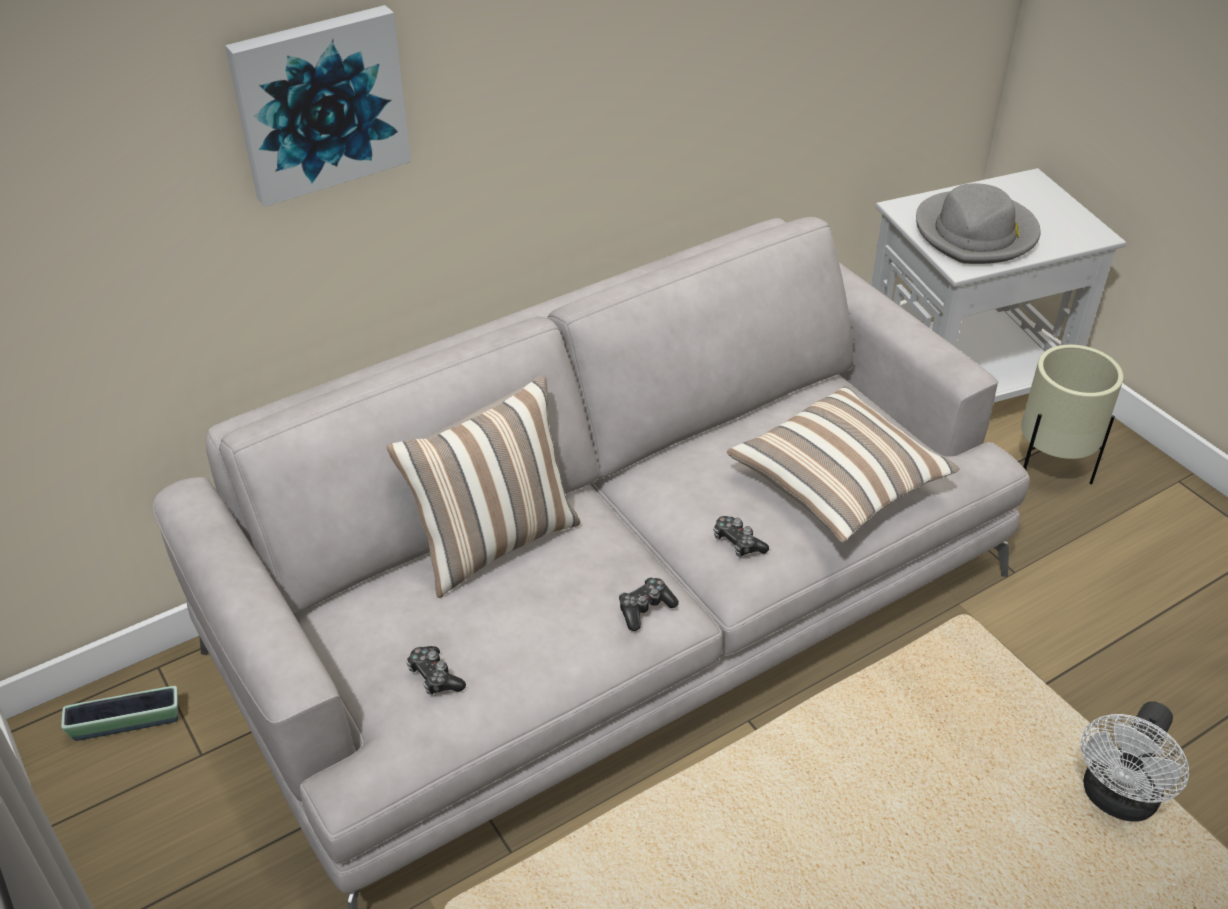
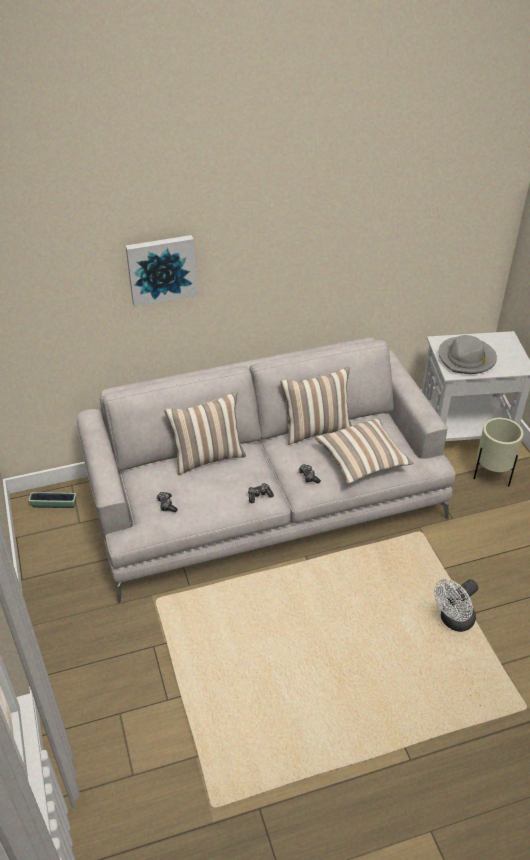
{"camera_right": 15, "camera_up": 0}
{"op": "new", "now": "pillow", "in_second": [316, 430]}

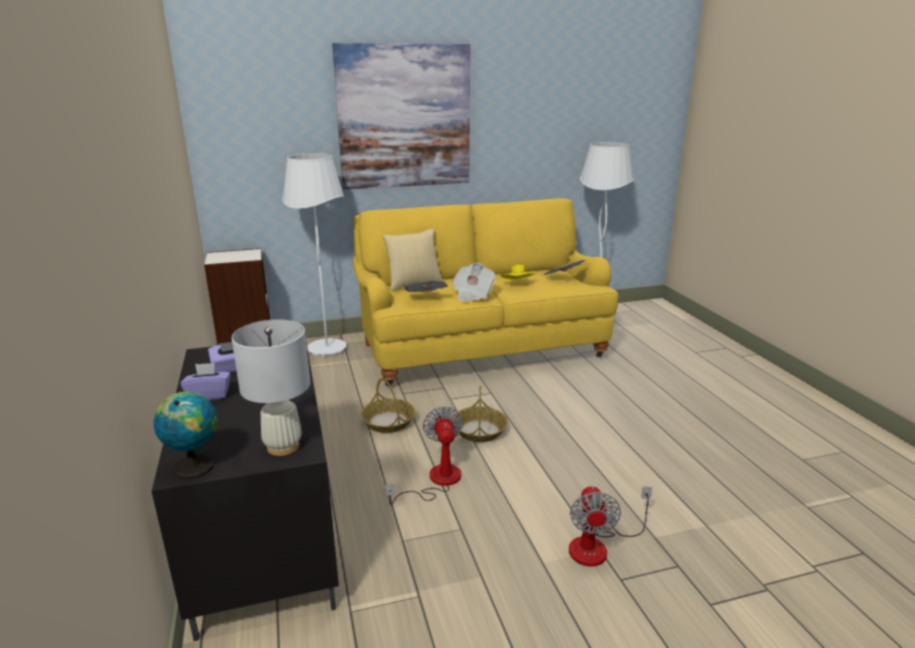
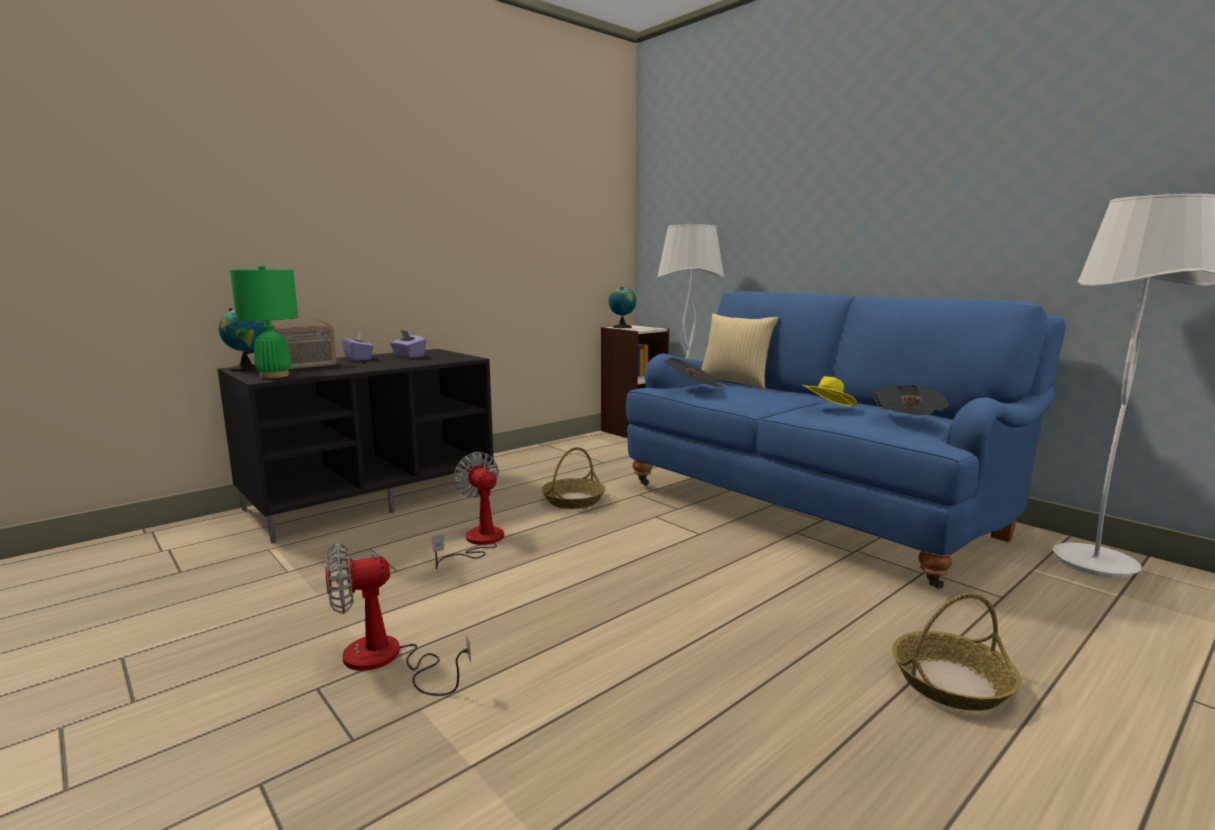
{"camera_right": 65, "camera_up": -10}
{"op": "repainted", "was": "whitish lamp for a table", "now": "greenish lamp for a table", "in_first": [283, 446], "in_second": [274, 376]}
{"op": "new", "now": "radio", "in_second": [306, 367]}
{"op": "rotated", "was": "electric fan", "in_first": [436, 481], "in_second": [477, 542], "clockwise": -90}
{"op": "new", "now": "globe", "in_second": [622, 327]}
{"op": "repainted", "was": "yellow-coloured settee", "now": "blue-coloured settee", "in_first": [479, 347], "in_second": [811, 506]}
{"op": "shifted", "was": "household basket", "in_first": [479, 430], "in_second": [951, 682]}
{"op": "gone", "was": "wall picture", "in_first": [404, 117]}
{"op": "gone", "was": "daily paper", "in_first": [472, 294]}

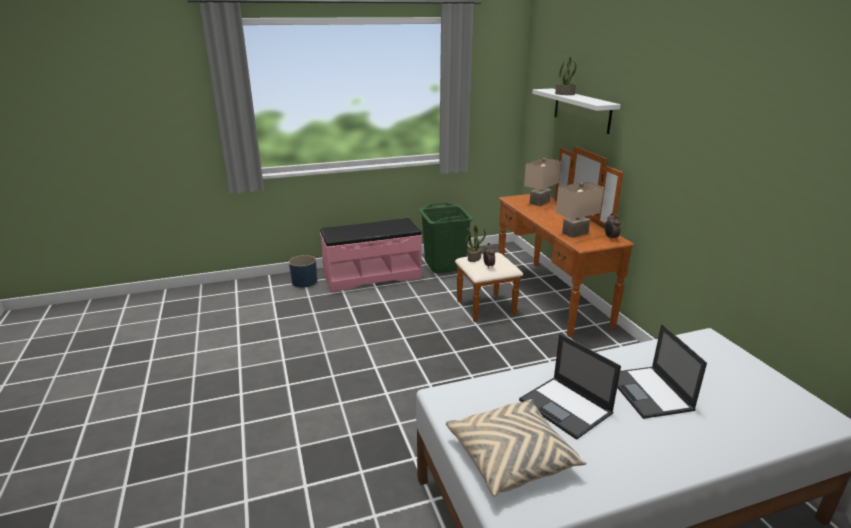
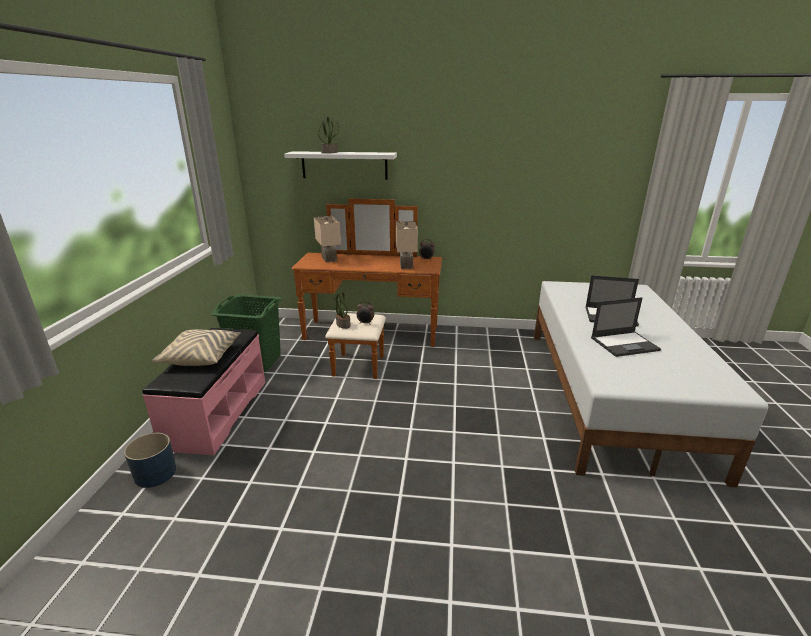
{"camera_right": -65, "camera_up": 0}
{"op": "shifted", "was": "sand-coloured pillow", "in_first": [511, 457], "in_second": [201, 356]}

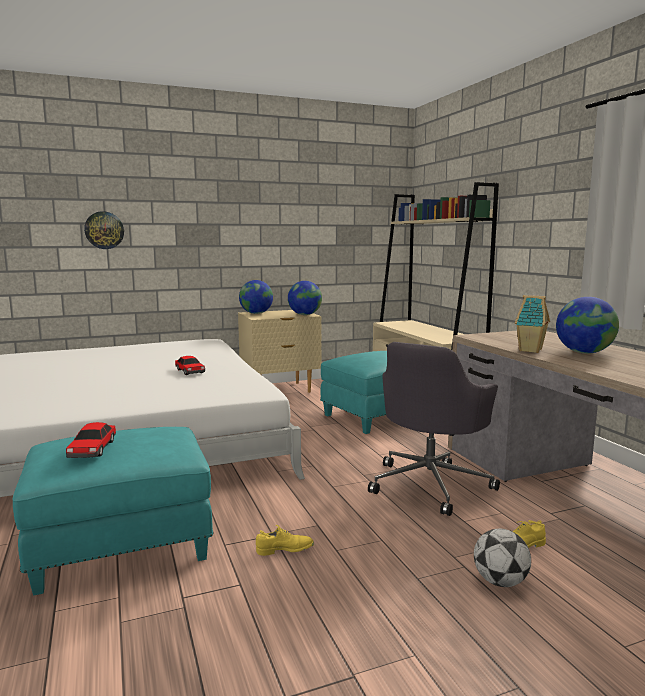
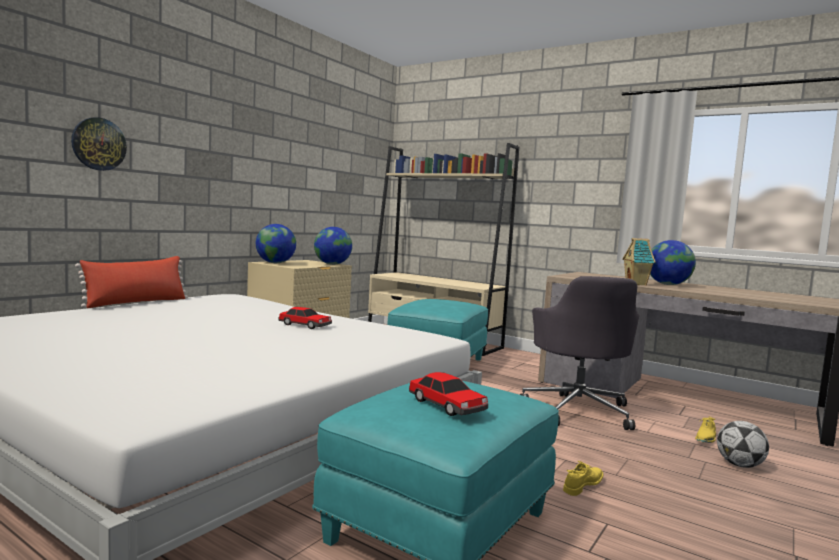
{"camera_right": -35, "camera_up": -5}
{"op": "new", "now": "red pillow", "in_second": [136, 303]}

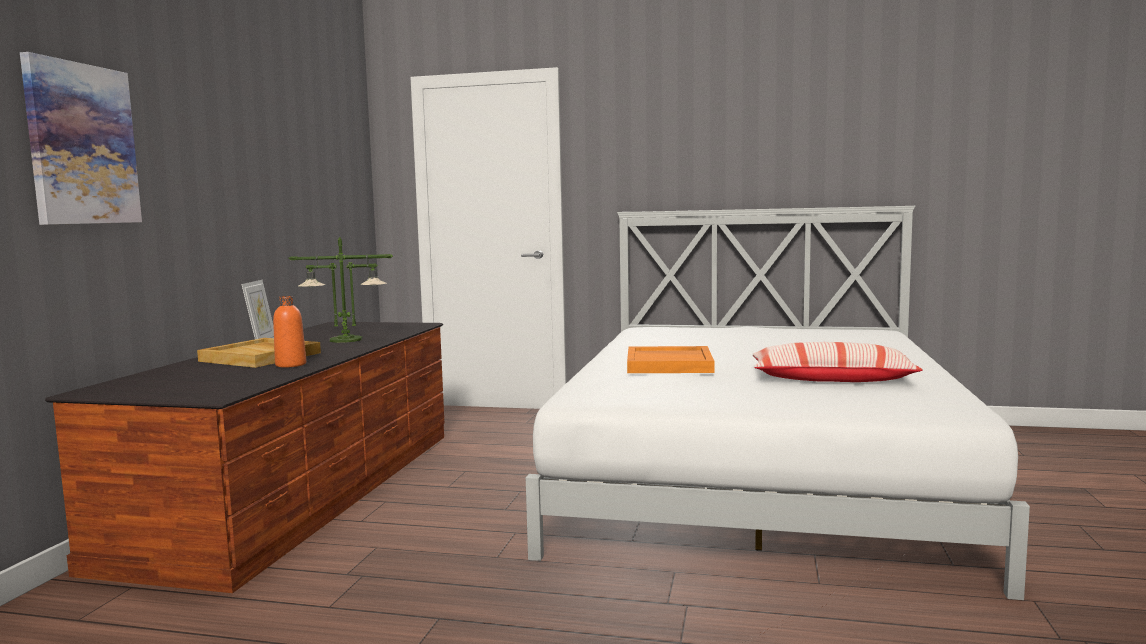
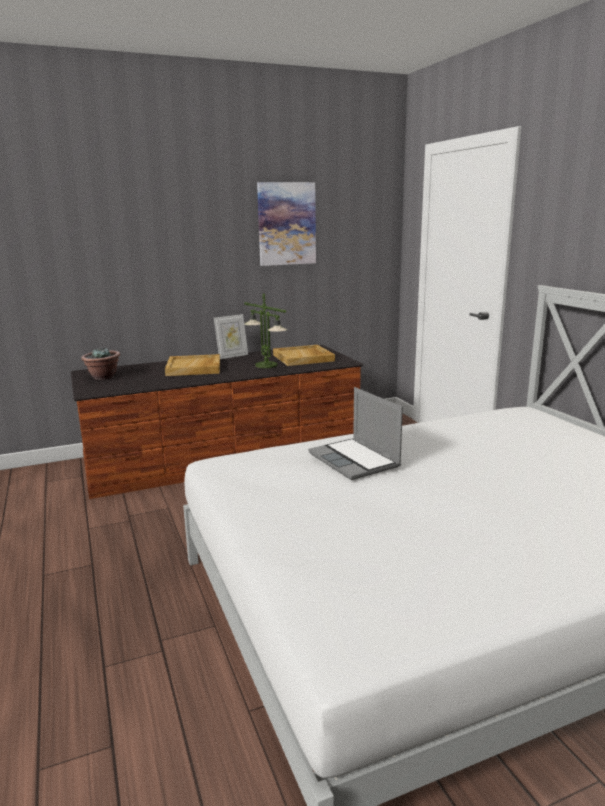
{"camera_right": 55, "camera_up": 10}
{"op": "new", "now": "plant in a pot", "in_second": [103, 377]}
{"op": "shifted", "was": "wall picture", "in_first": [82, 144], "in_second": [286, 224]}
{"op": "new", "now": "sand-coloured serving tray", "in_second": [303, 358]}
{"op": "swapped", "was": "orange-coloured serving tray", "now": "portable computer", "in_first": [670, 364], "in_second": [355, 460]}
{"op": "gone", "was": "orange-coloured drink bottle", "in_first": [291, 365]}
{"op": "gone", "was": "pillow", "in_first": [831, 379]}

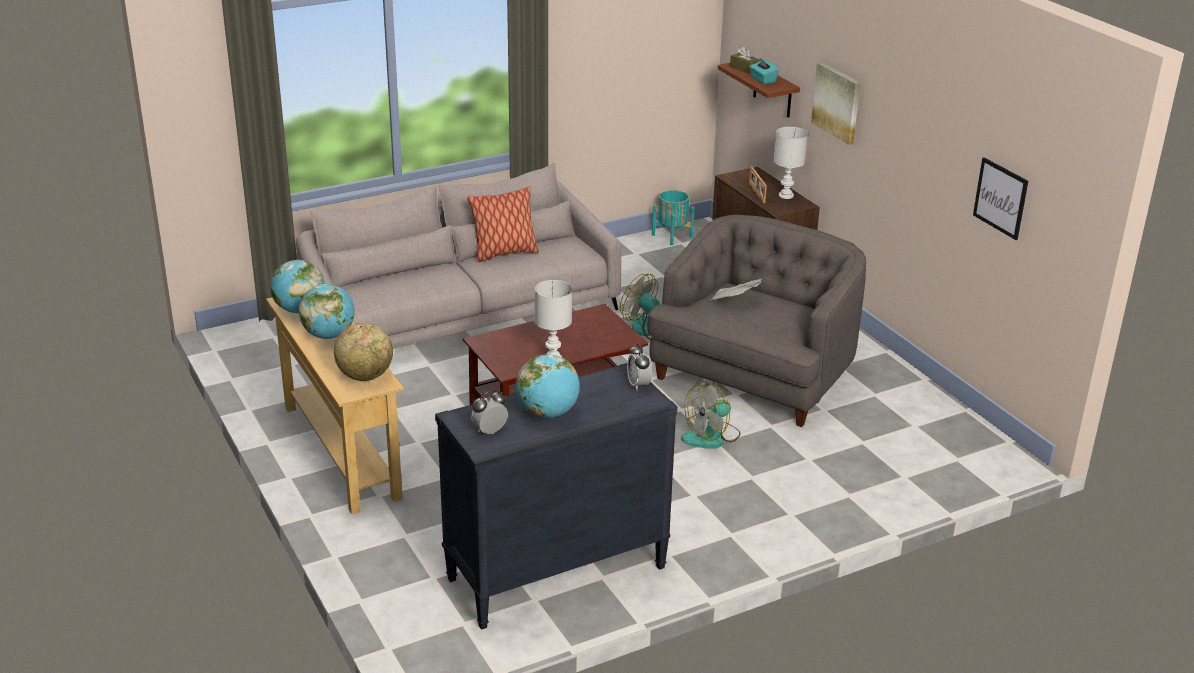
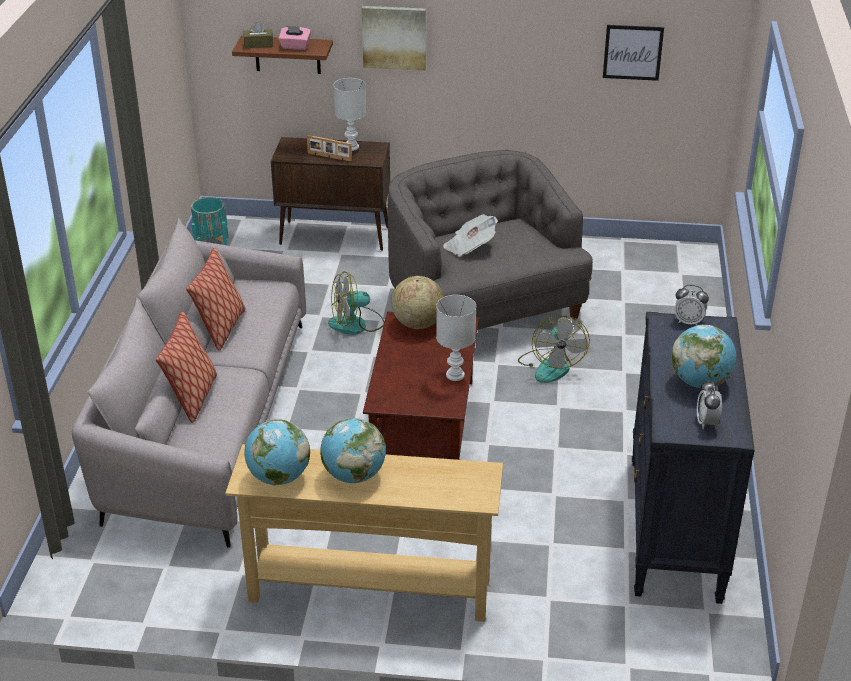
{"camera_right": -55, "camera_up": 5}
{"op": "new", "now": "pillow", "in_second": [193, 398]}
{"op": "repainted", "was": "turquoise-coloured box of tissues", "now": "pinkish box of tissues", "in_first": [762, 80], "in_second": [295, 47]}
{"op": "shifted", "was": "globe", "in_first": [365, 376], "in_second": [418, 324]}

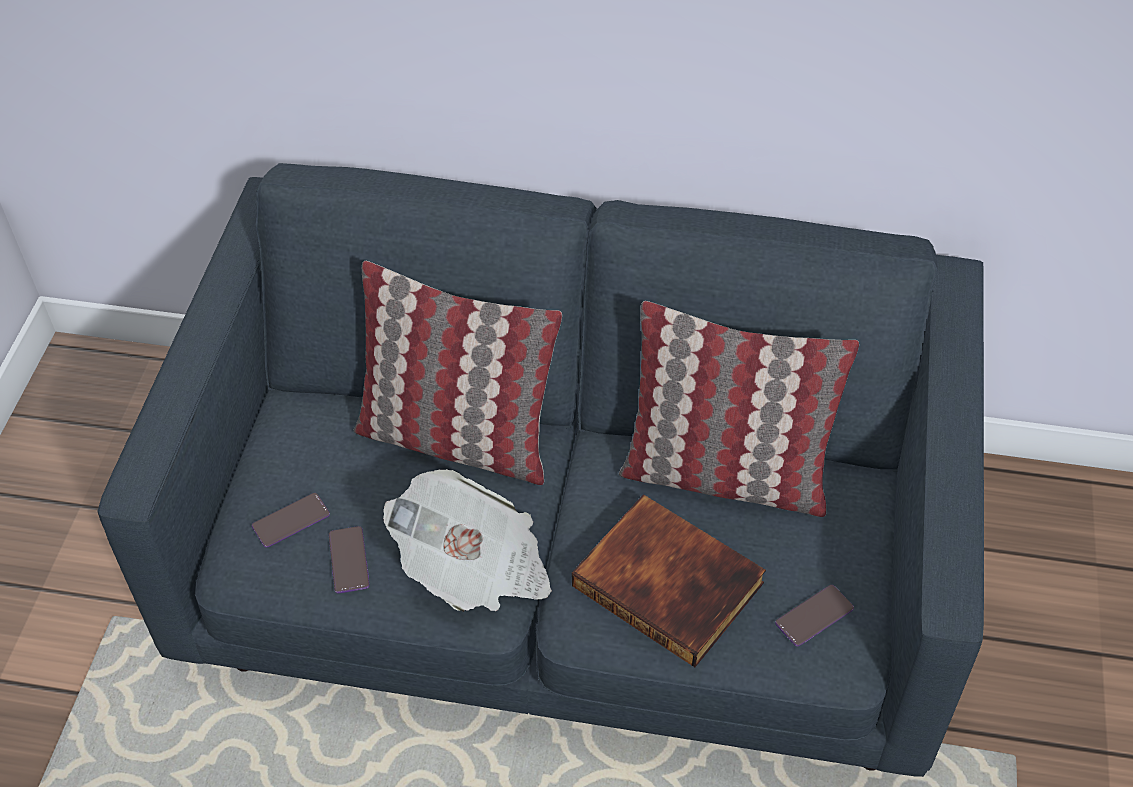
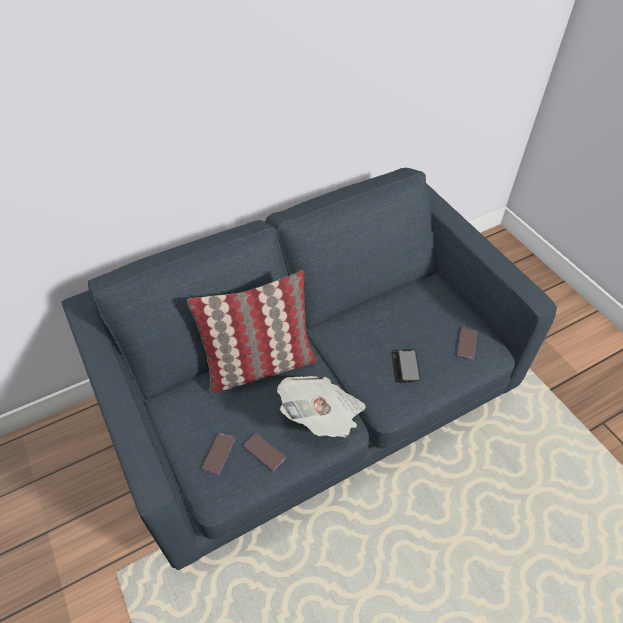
{"camera_right": -40, "camera_up": 0}
{"op": "swapped", "was": "book", "now": "phone", "in_first": [671, 582], "in_second": [405, 367]}
{"op": "gone", "was": "pillow", "in_first": [725, 474]}

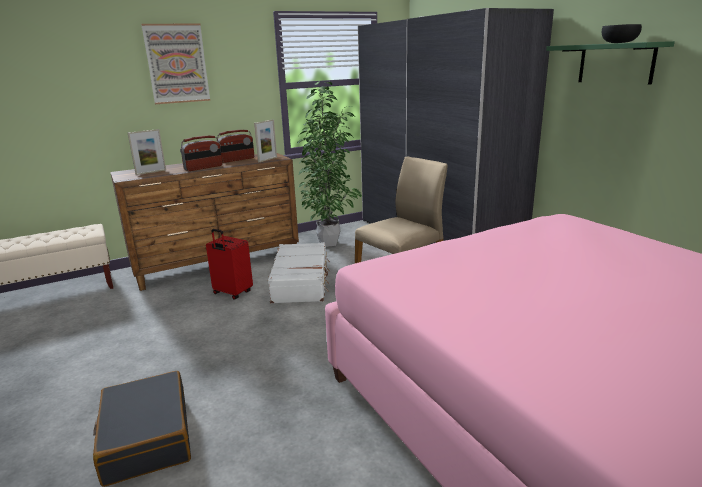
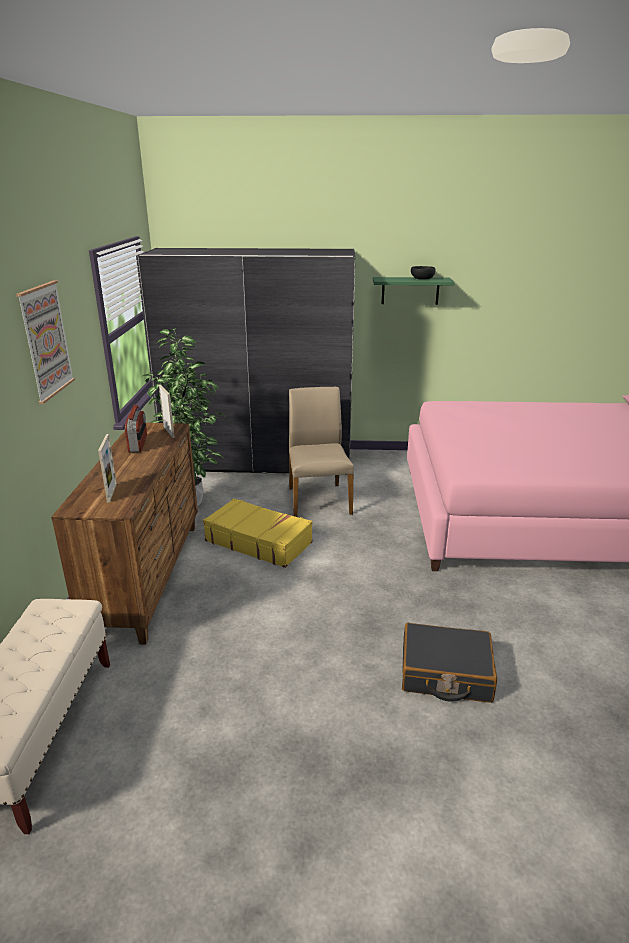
{"camera_right": -60, "camera_up": 5}
{"op": "repainted", "was": "whitish piece of luggage", "now": "yellow-coloured piece of luggage", "in_first": [301, 281], "in_second": [258, 541]}
{"op": "gone", "was": "radio", "in_first": [203, 168]}
{"op": "gone", "was": "red piece of luggage", "in_first": [232, 293]}

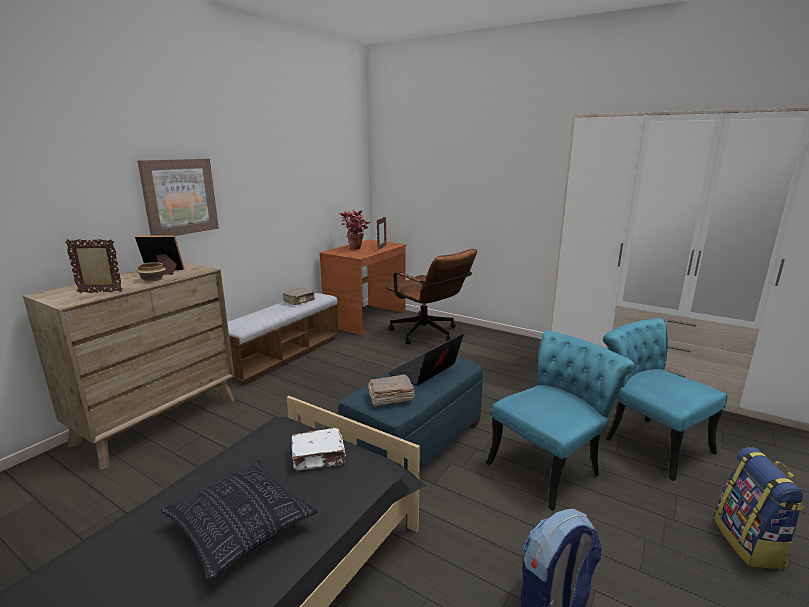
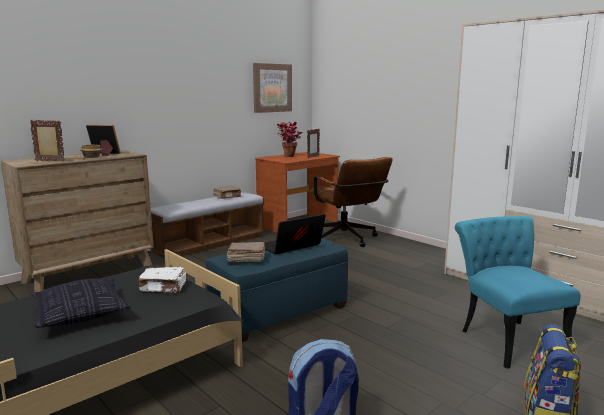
{"camera_right": 15, "camera_up": -5}
{"op": "shifted", "was": "wall picture", "in_first": [179, 197], "in_second": [272, 88]}
{"op": "gone", "was": "turquoise-coloured chair", "in_first": [550, 465]}

